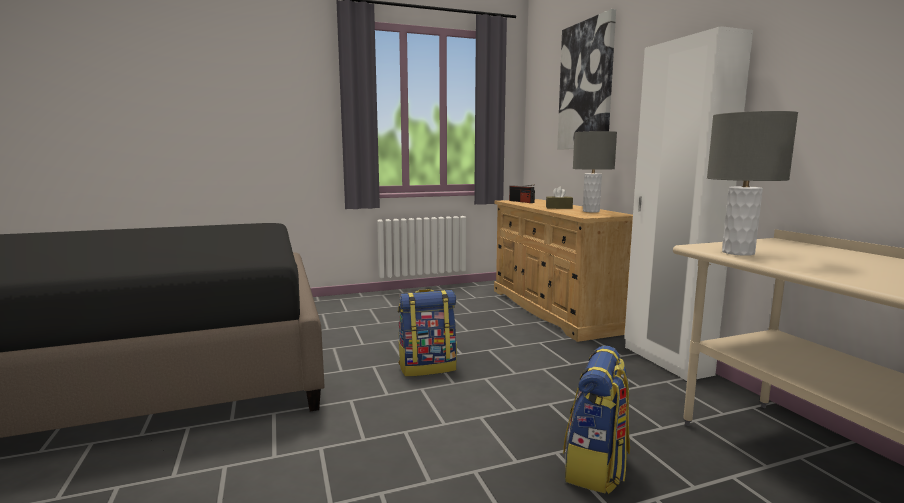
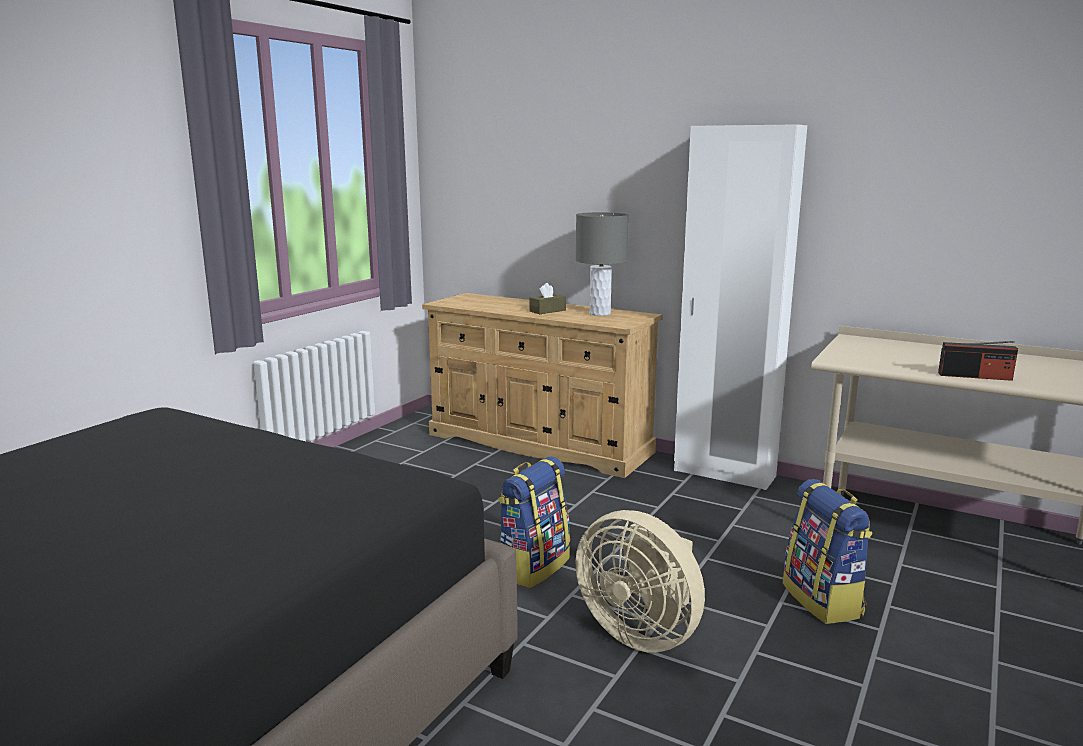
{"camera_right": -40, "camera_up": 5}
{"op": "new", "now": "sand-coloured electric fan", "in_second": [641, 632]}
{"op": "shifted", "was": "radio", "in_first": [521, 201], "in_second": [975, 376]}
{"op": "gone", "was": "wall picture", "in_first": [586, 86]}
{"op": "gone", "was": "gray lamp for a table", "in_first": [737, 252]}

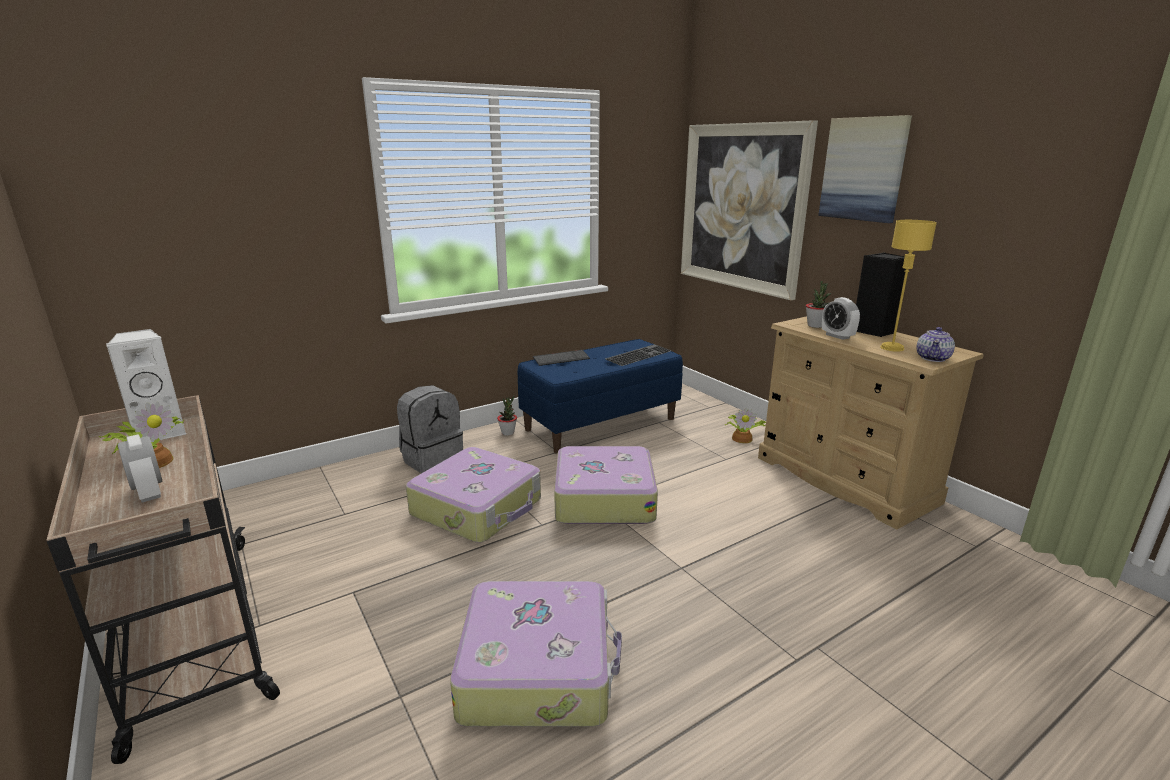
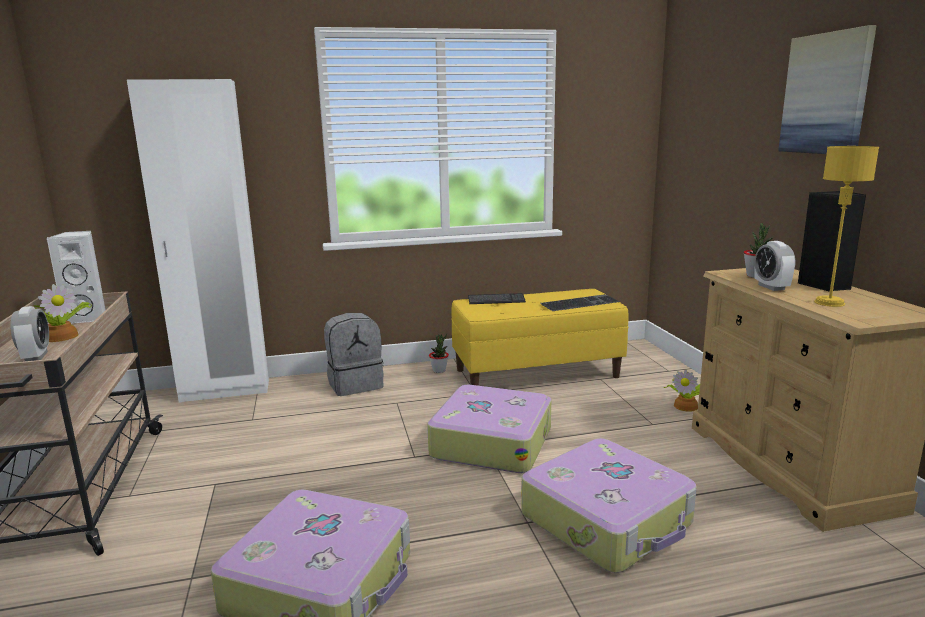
{"camera_right": 20, "camera_up": -5}
{"op": "new", "now": "whitish armoire", "in_second": [225, 391]}
{"op": "repainted", "was": "blue-coloured bench", "now": "yellow-coloured bench", "in_first": [601, 423], "in_second": [537, 373]}
{"op": "shifted", "was": "piece of luggage", "in_first": [478, 507], "in_second": [608, 520]}
{"op": "gone", "was": "wall picture", "in_first": [742, 207]}
{"op": "gone", "was": "tea pot", "in_first": [933, 358]}

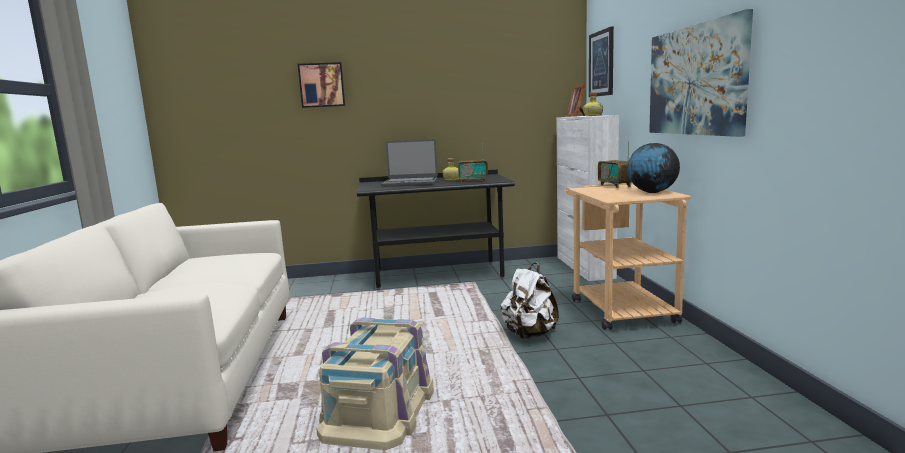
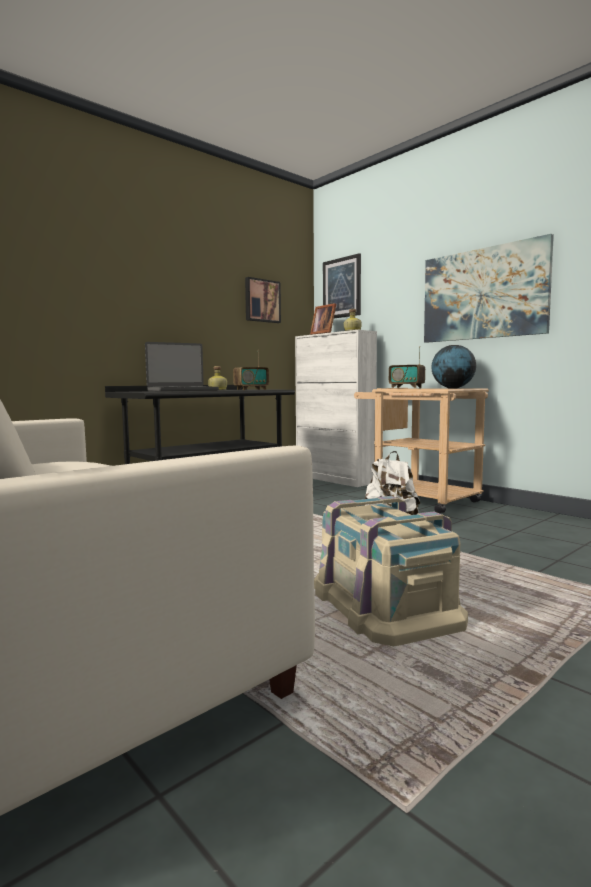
{"camera_right": -35, "camera_up": -5}
{"op": "shifted", "was": "wall picture", "in_first": [322, 85], "in_second": [261, 301]}

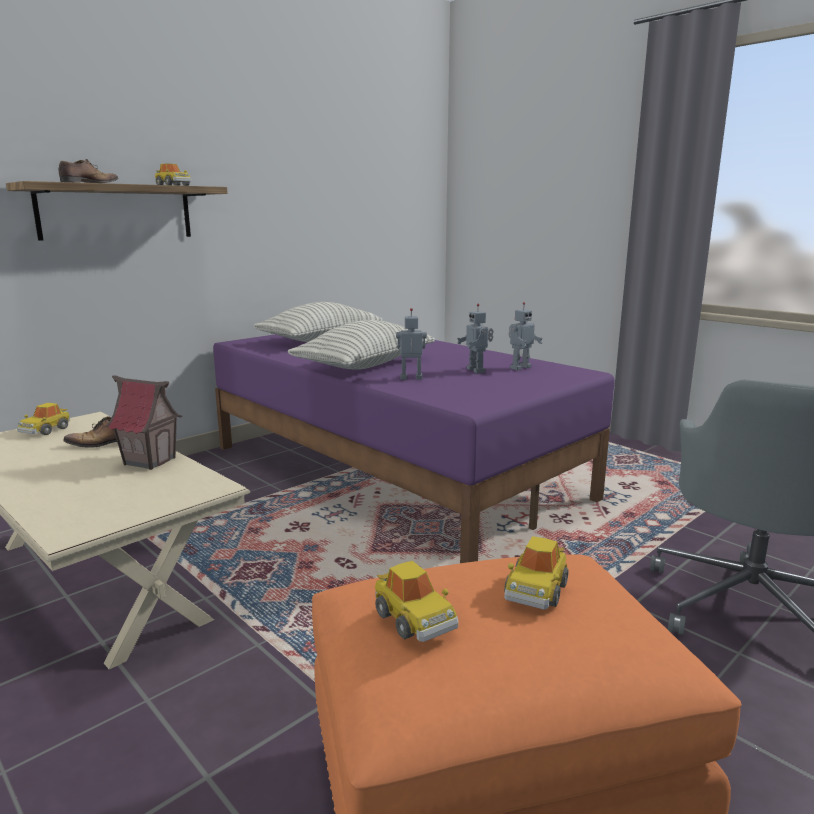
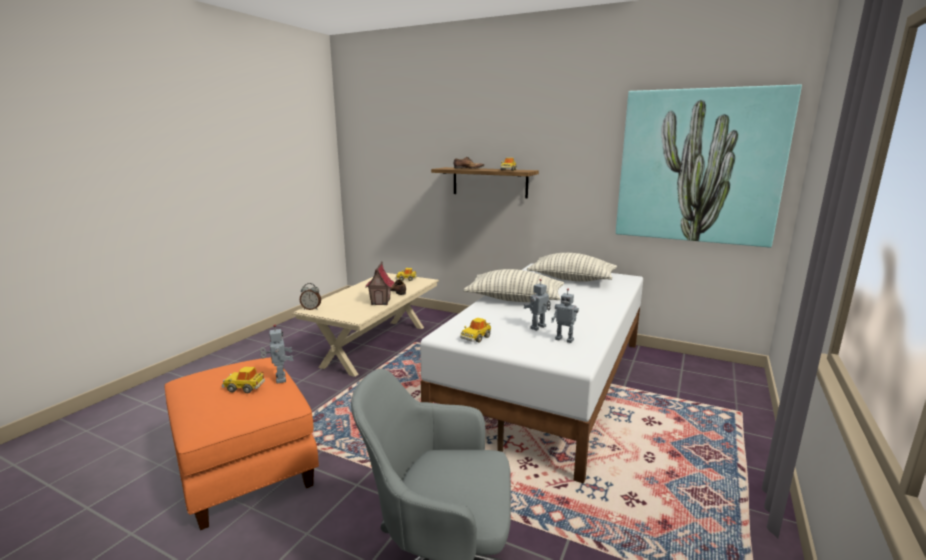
{"camera_right": 70, "camera_up": 0}
{"op": "shifted", "was": "robot figure", "in_first": [411, 378], "in_second": [279, 379]}
{"op": "new", "now": "bedside clock", "in_second": [311, 309]}
{"op": "repainted", "was": "purple bedroom bed", "now": "whitish bedroom bed", "in_first": [392, 470], "in_second": [549, 382]}
{"op": "shifted", "was": "miniature car", "in_first": [414, 619], "in_second": [476, 337]}
{"op": "new", "now": "wall picture", "in_second": [698, 167]}

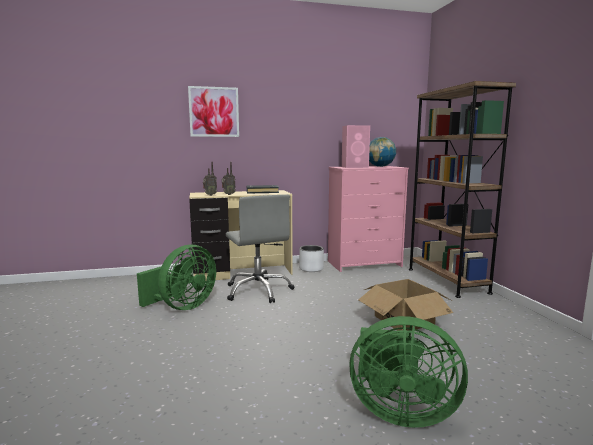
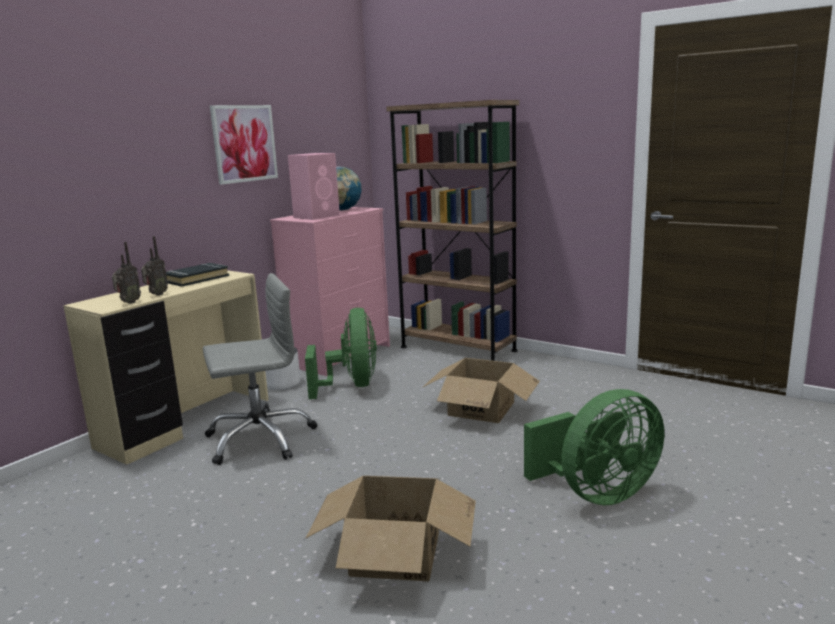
{"camera_right": -40, "camera_up": 5}
{"op": "rotated", "was": "gray computer chair", "in_first": [258, 291], "in_second": [260, 439], "clockwise": -45}
{"op": "shifted", "was": "wall picture", "in_first": [214, 112], "in_second": [244, 143]}
{"op": "shifted", "was": "greenish electric fan", "in_first": [182, 306], "in_second": [351, 386]}
{"op": "new", "now": "packing box", "in_second": [395, 552]}

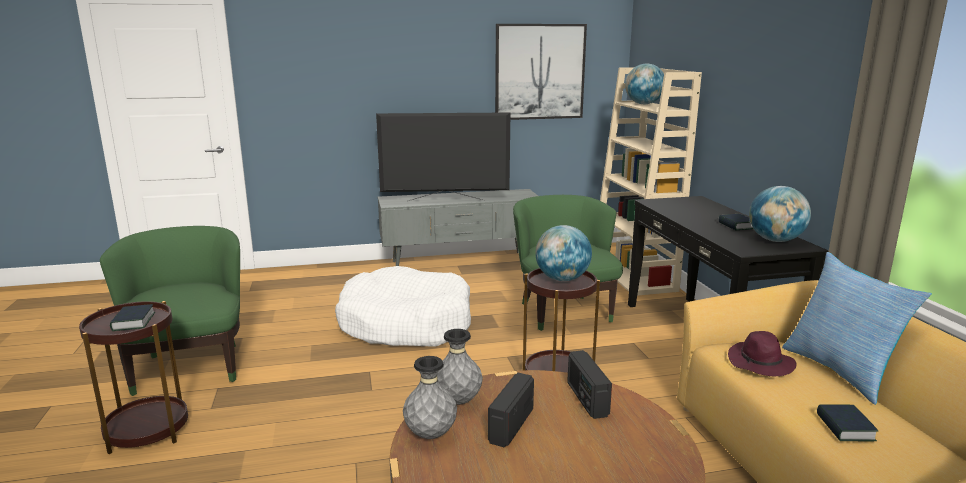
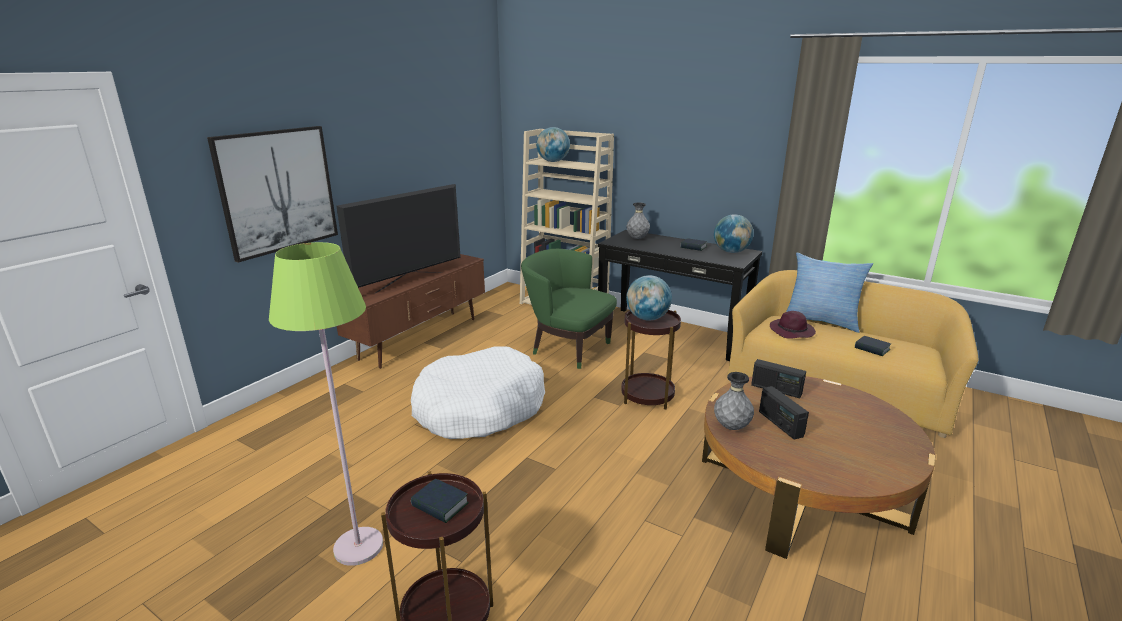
{"camera_right": -45, "camera_up": 5}
{"op": "shifted", "was": "wall picture", "in_first": [539, 72], "in_second": [278, 191]}
{"op": "swapped", "was": "greenish lounge chair", "now": "greenish floor lamp", "in_first": [190, 367], "in_second": [358, 546]}
{"op": "repainted", "was": "gray tv stand", "now": "brown tv stand", "in_first": [460, 262], "in_second": [420, 339]}
{"op": "shifted", "was": "gray decorative vase", "in_first": [430, 434], "in_second": [637, 238]}

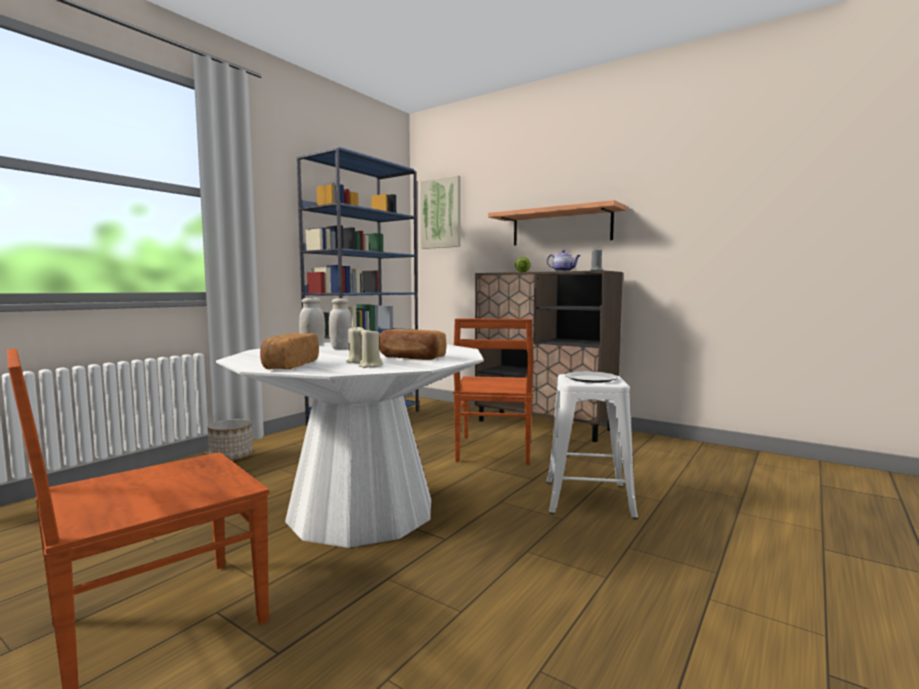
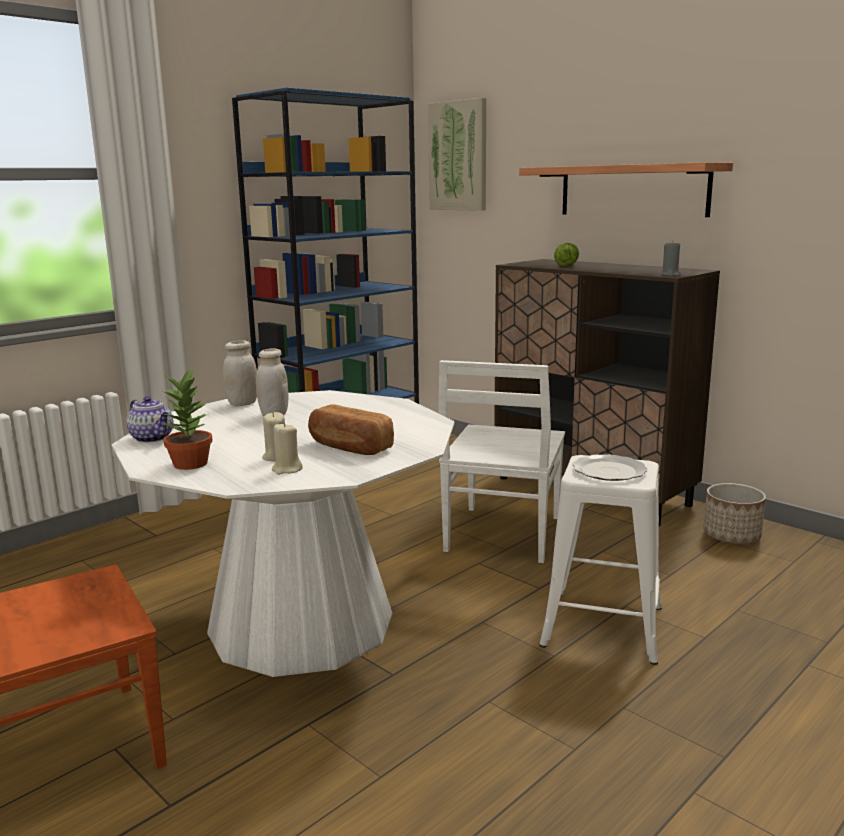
{"camera_right": 10, "camera_up": 10}
{"op": "shifted", "was": "tea pot", "in_first": [563, 271], "in_second": [153, 438]}
{"op": "swapped", "was": "baked bread", "now": "plant in a pot", "in_first": [289, 365], "in_second": [191, 464]}
{"op": "repainted", "was": "brown chair", "now": "whitish chair", "in_first": [493, 451], "in_second": [502, 535]}
{"op": "shifted", "was": "plant pot", "in_first": [231, 456], "in_second": [732, 536]}

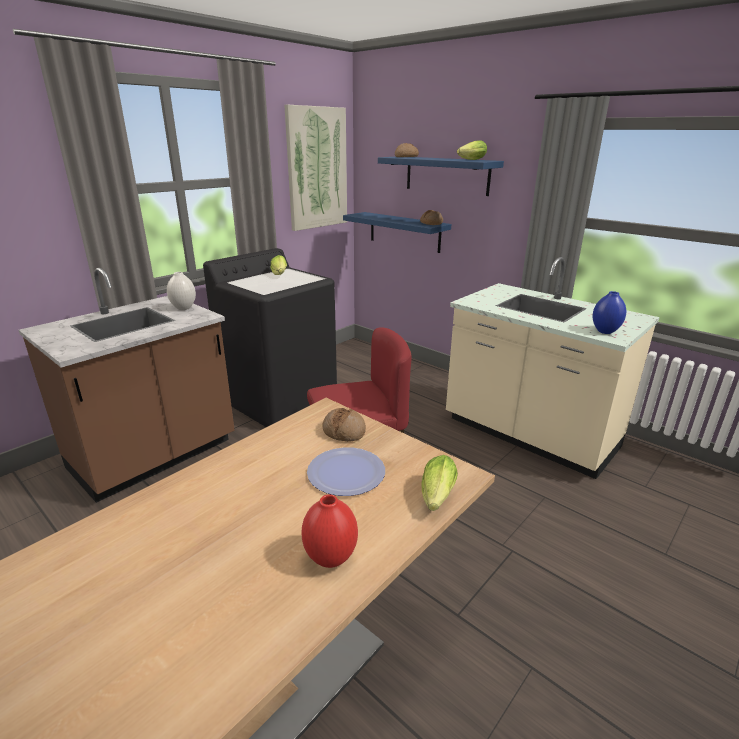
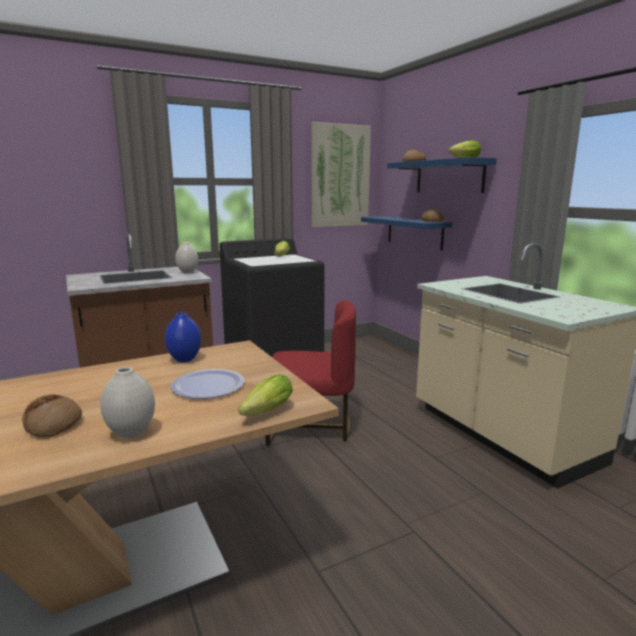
{"camera_right": 20, "camera_up": -10}
{"op": "shifted", "was": "baked bread", "in_first": [344, 431], "in_second": [54, 424]}
{"op": "repainted", "was": "red decorative vase", "now": "whitish decorative vase", "in_first": [331, 558], "in_second": [132, 432]}
{"op": "shifted", "was": "blue-coloured decorative vase", "in_first": [605, 331], "in_second": [185, 359]}

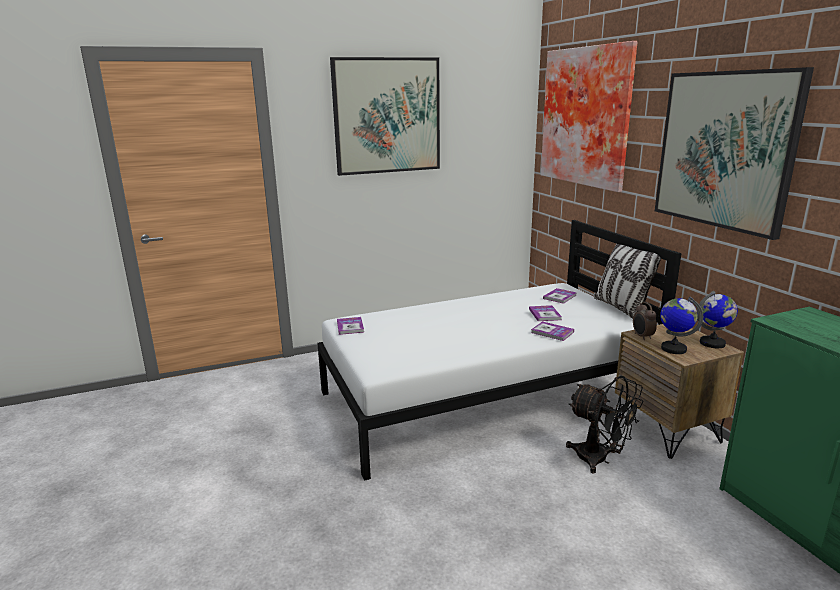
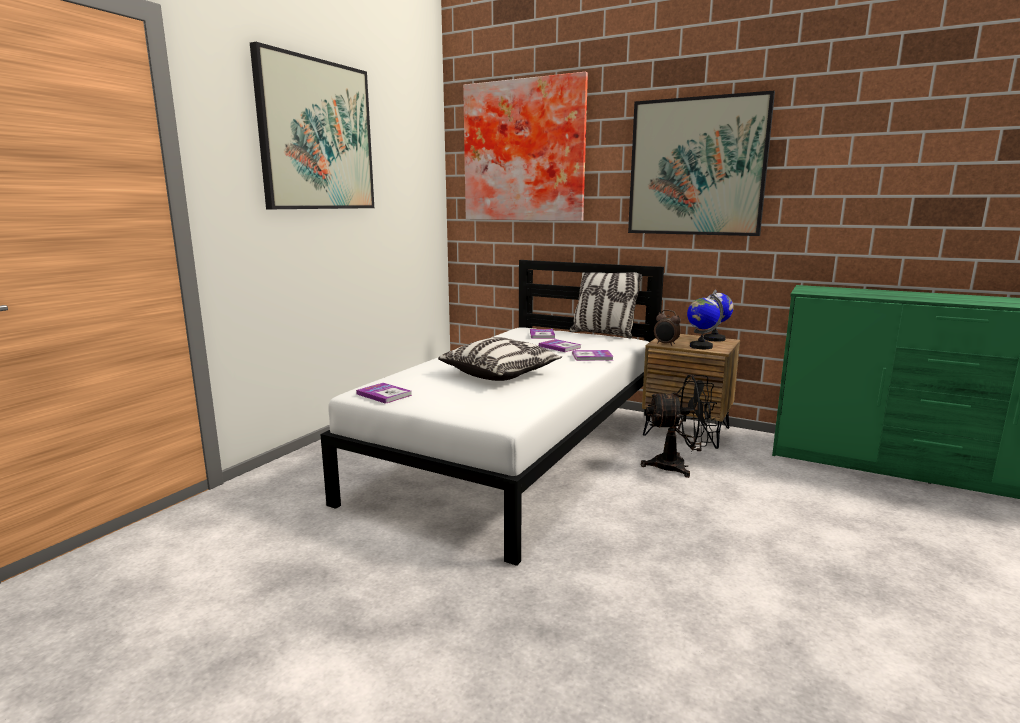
{"camera_right": -40, "camera_up": -5}
{"op": "new", "now": "pillow", "in_second": [500, 374]}

